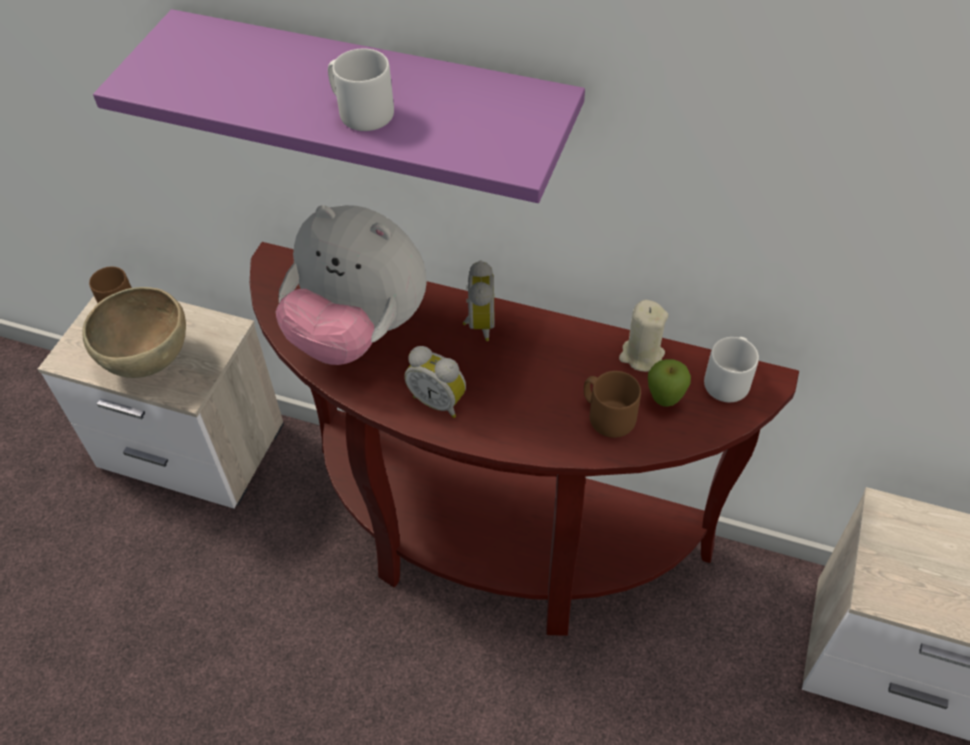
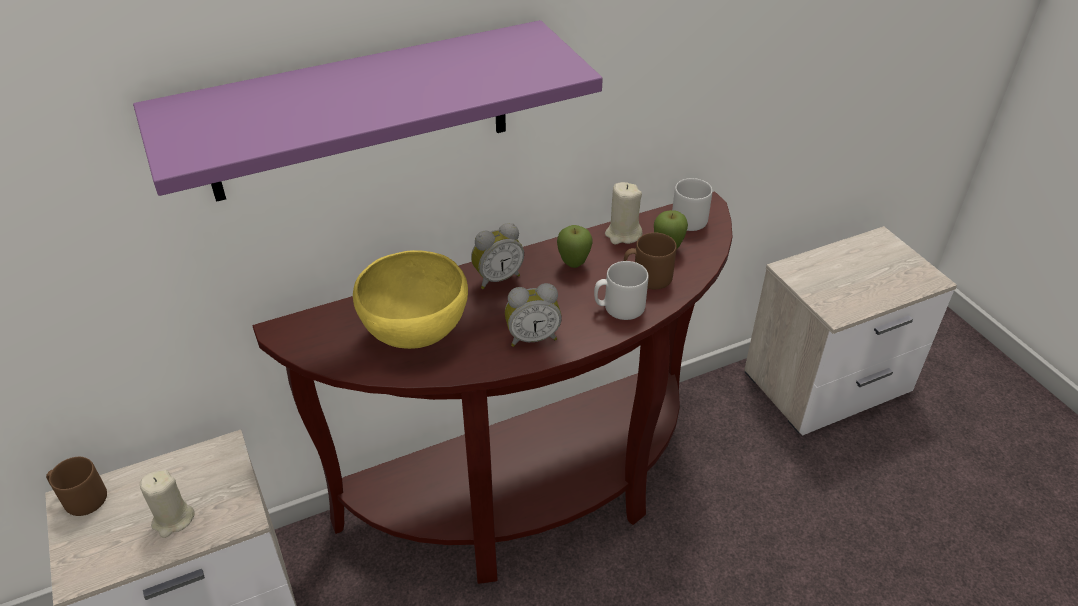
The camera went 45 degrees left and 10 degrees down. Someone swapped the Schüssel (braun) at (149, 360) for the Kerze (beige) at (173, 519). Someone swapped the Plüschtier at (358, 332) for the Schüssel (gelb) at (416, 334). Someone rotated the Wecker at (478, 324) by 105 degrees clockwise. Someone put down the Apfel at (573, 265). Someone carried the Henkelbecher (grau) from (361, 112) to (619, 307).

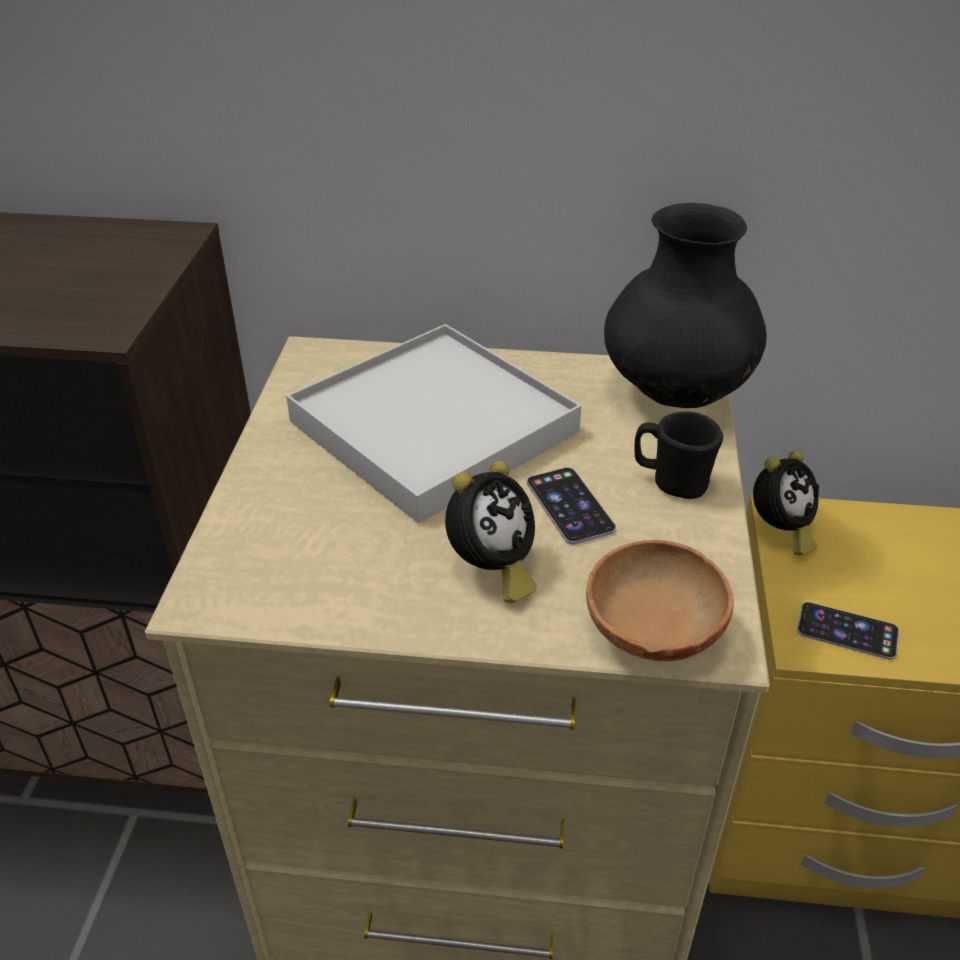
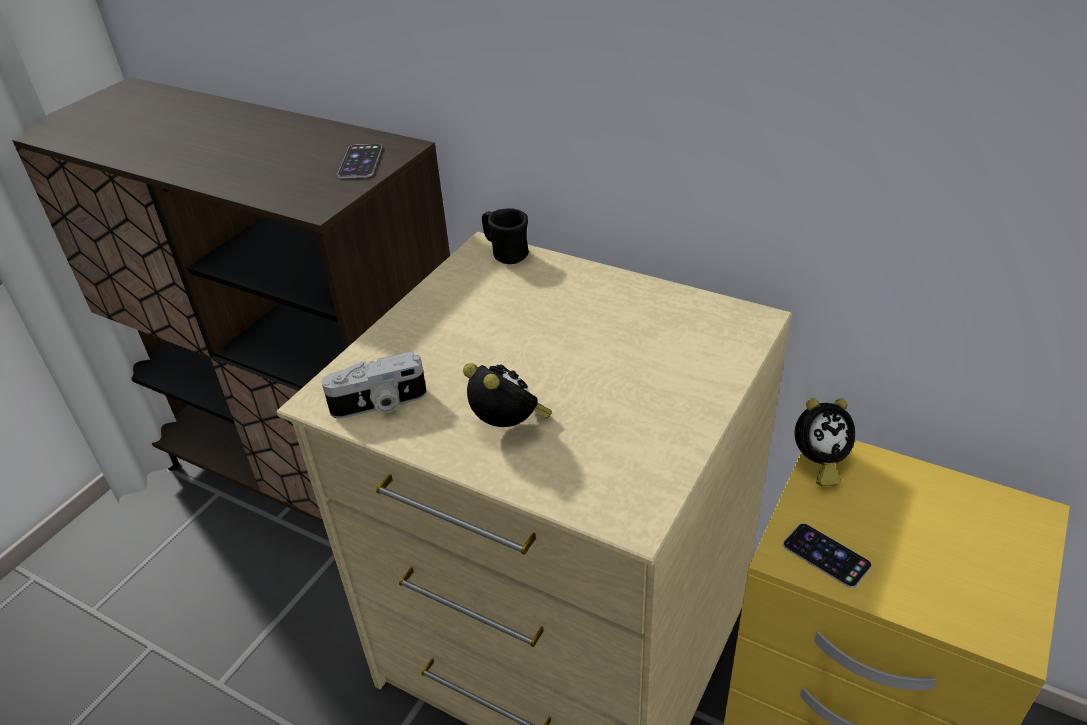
The camera went 25 degrees right and 0 degrees up. Someone put down the Kamera at (379, 405). Someone carried the Handy from (570, 506) to (360, 161). Someone rotated the Wecker at (491, 570) by 105 degrees counterclockwise. Someone carried the Henkelbecher (schwarz) from (671, 482) to (506, 254). Someone took away the Tablett (weiß) at (432, 426). Someone took away the Schüssel (braun) at (650, 634). Someone took away the Vase (schwarz) at (675, 394).

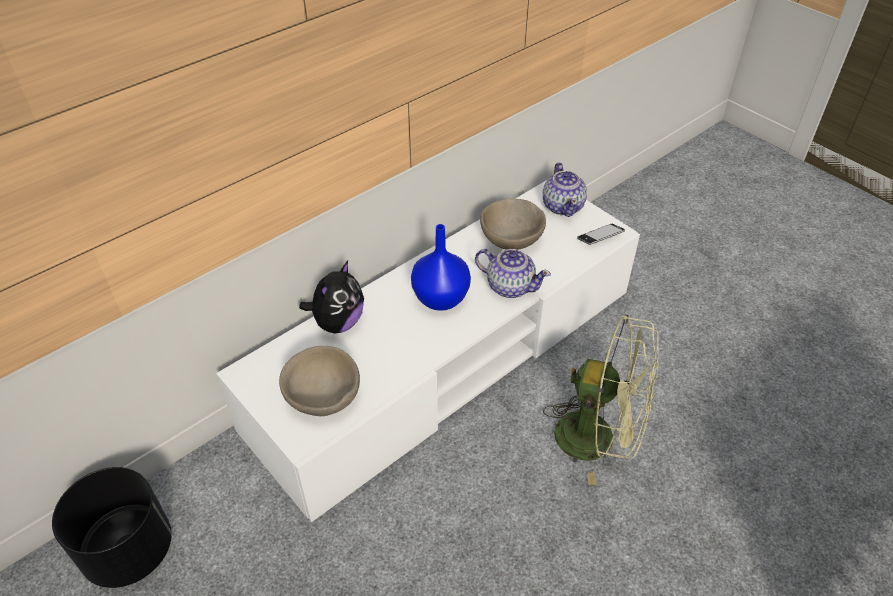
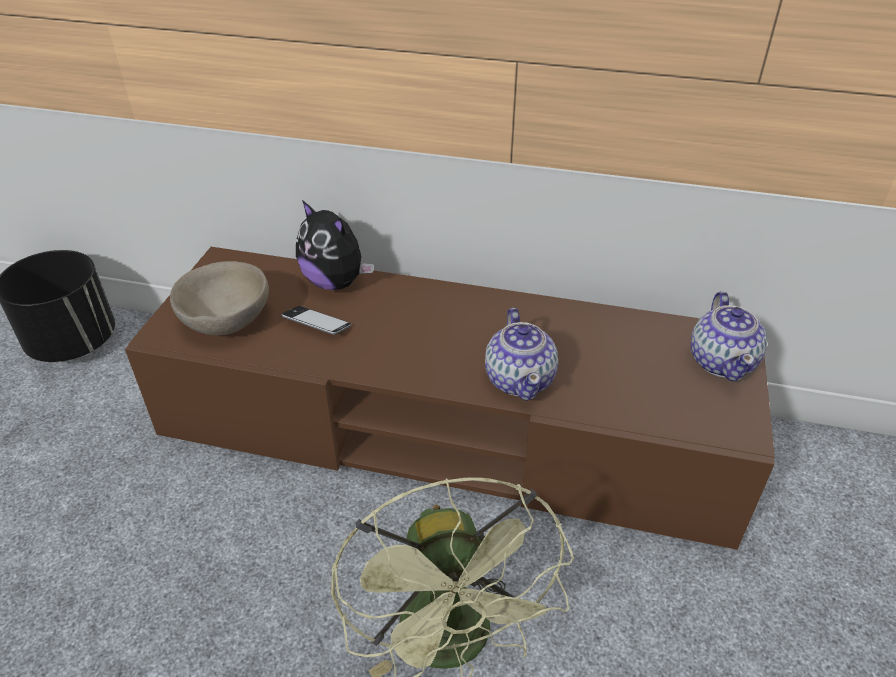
The camera went 55 degrees right and 5 degrees down. Someone repainted the Fernsehschrank (weiß) at (446, 360), which became the Fernsehschrank (braun) at (448, 429). Someone carried the Handy from (600, 237) to (317, 325). Someone rotated the Plüschtier at (338, 322) by 45 degrees clockwise. Someone rotated the Teekanne at (563, 206) by 45 degrees counterclockwise. Someone took away the Vase (blau) at (441, 298). Someone took away the Schüssel (beige) at (511, 240).

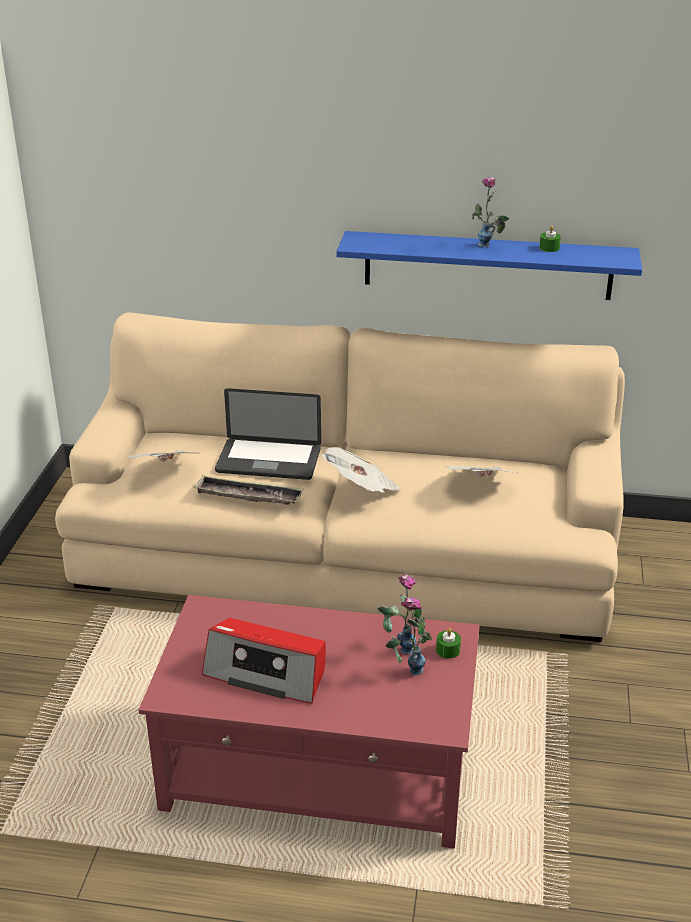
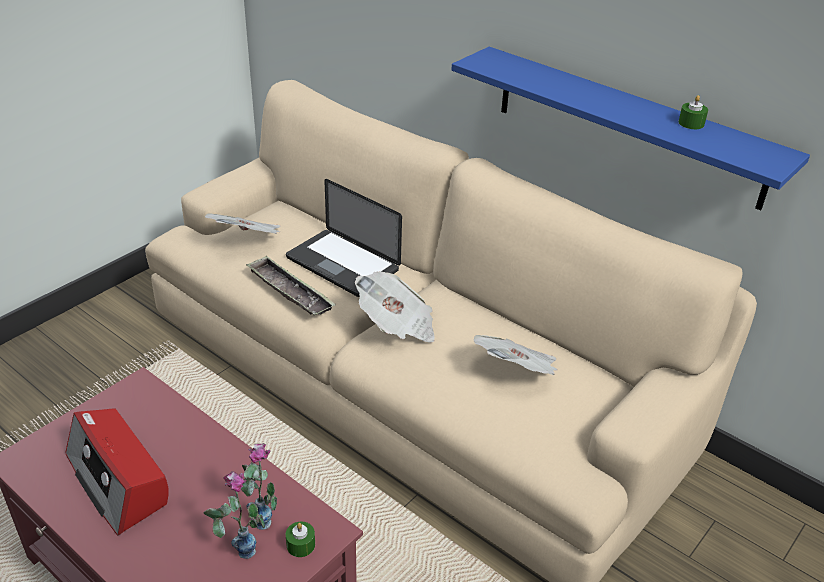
The camera went 30 degrees right and 5 degrees up. Someone took away the Vase at (488, 248).

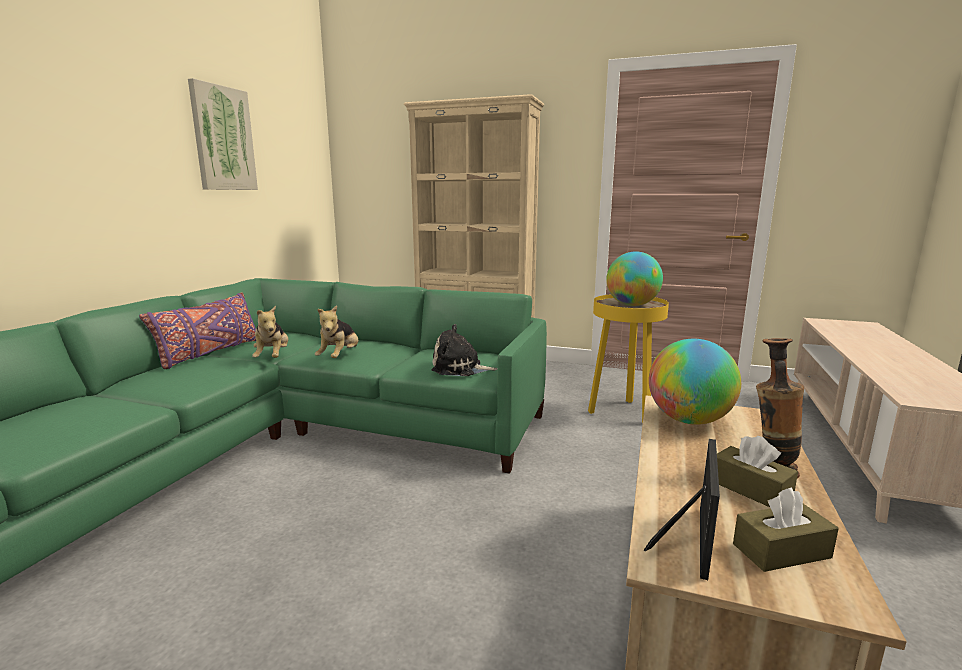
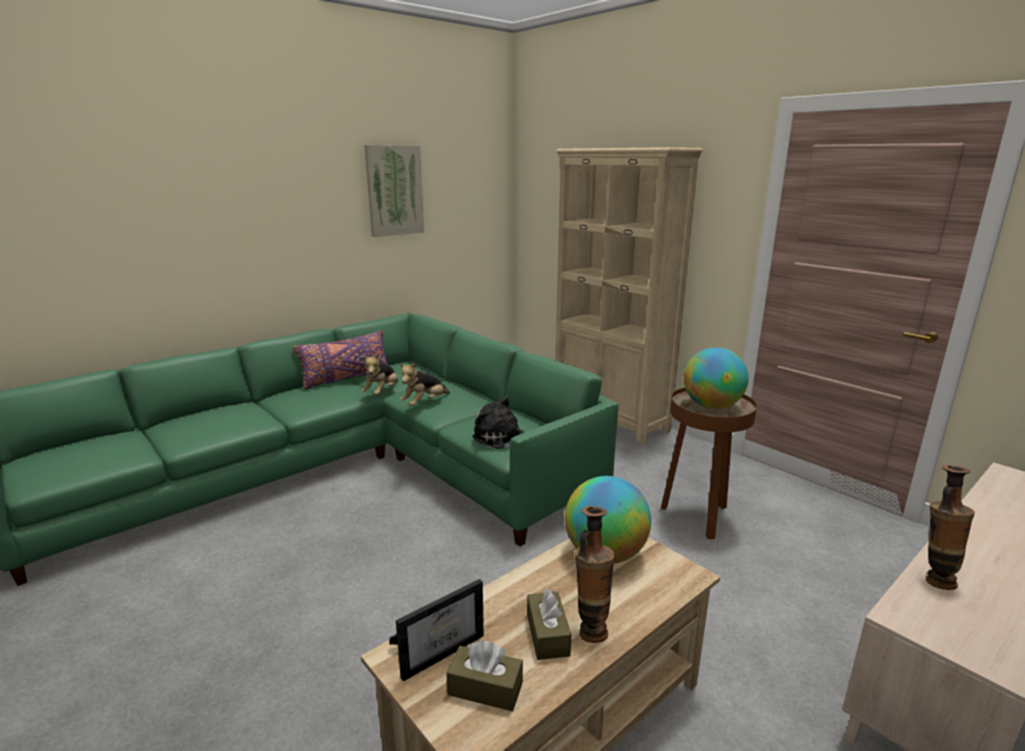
The camera went 30 degrees right and 5 degrees up. Someone repainted the Beistelltisch (gelb) at (622, 413), which became the Beistelltisch (braun) at (698, 518). Someone put down the Vase at (934, 578).

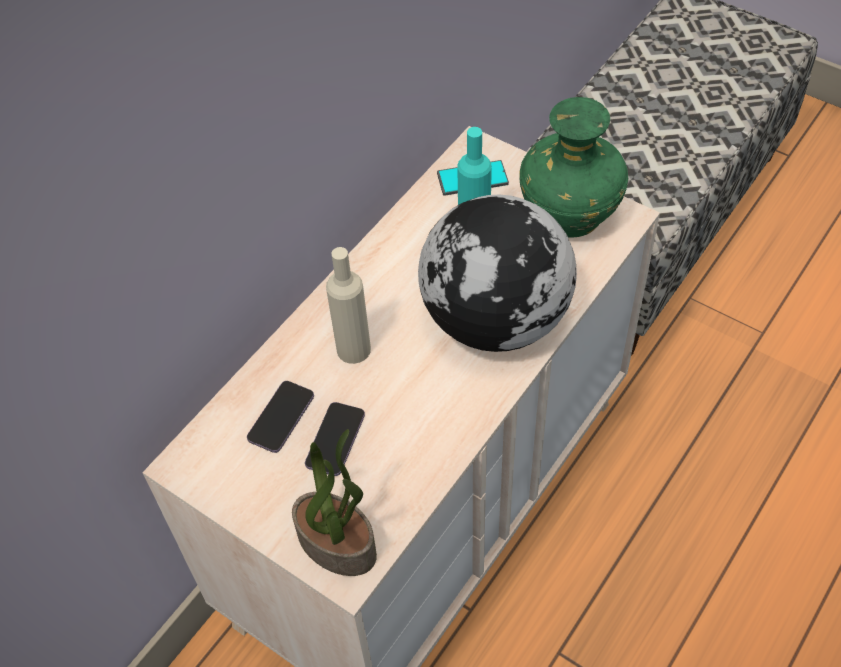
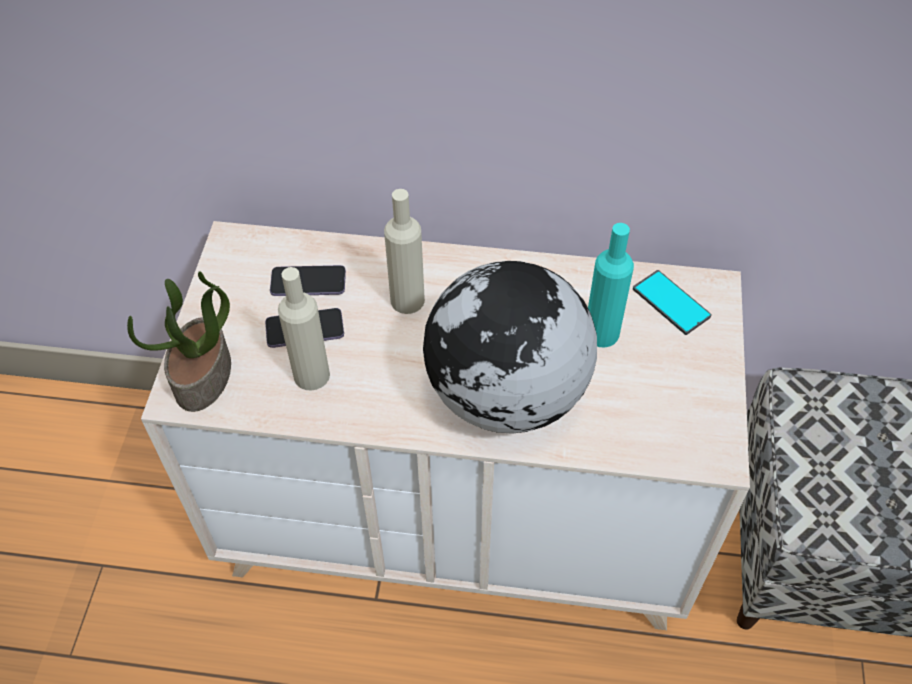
The camera went 60 degrees right and 0 degrees up. Someone put down the Flasche (beige) at (311, 375). Someone took away the Vase (grün) at (568, 216).

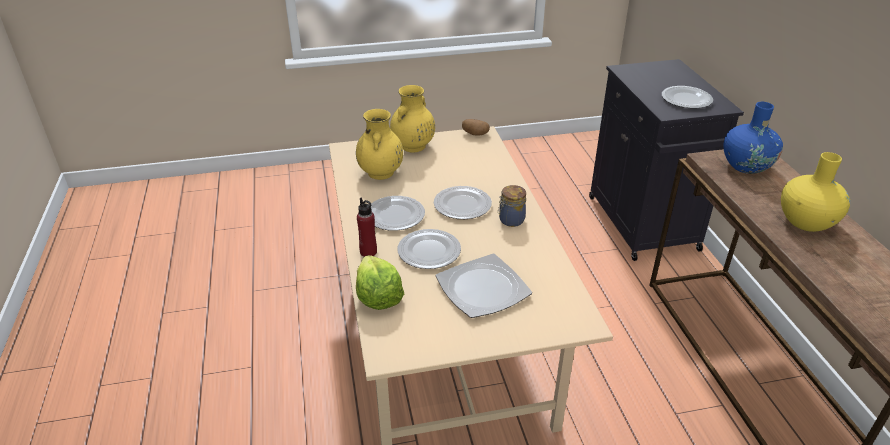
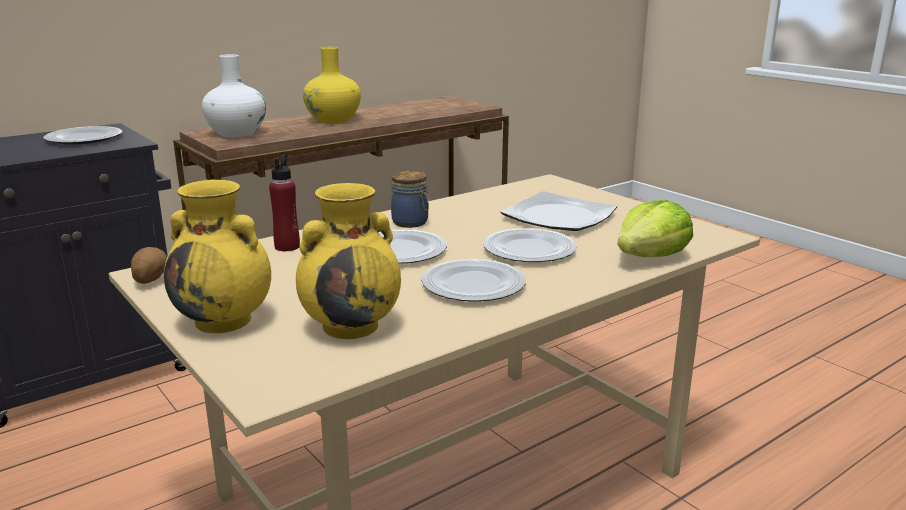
The camera went 115 degrees left and 15 degrees down. Someone repainted the Vase (blau) at (746, 166), which became the Vase (weiß) at (236, 133). Someone carried the Flasche (rot) from (368, 252) to (287, 247).

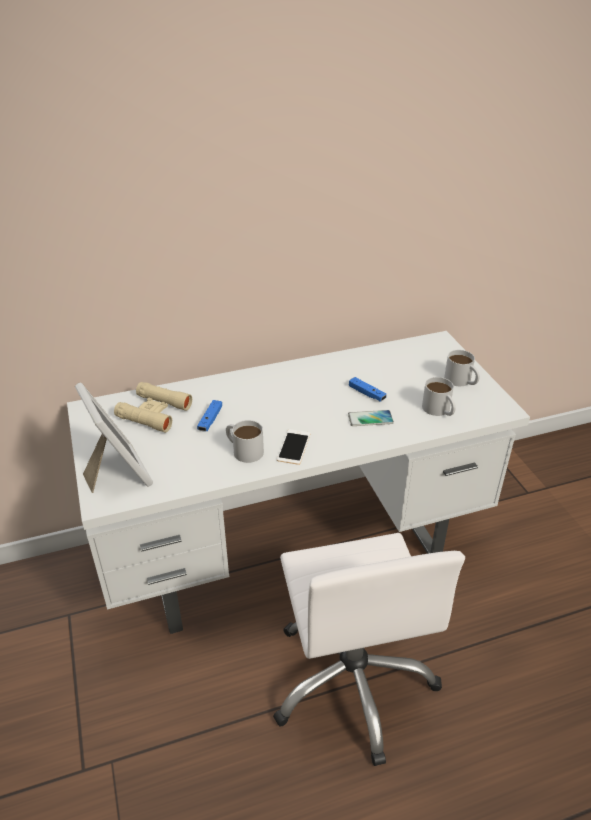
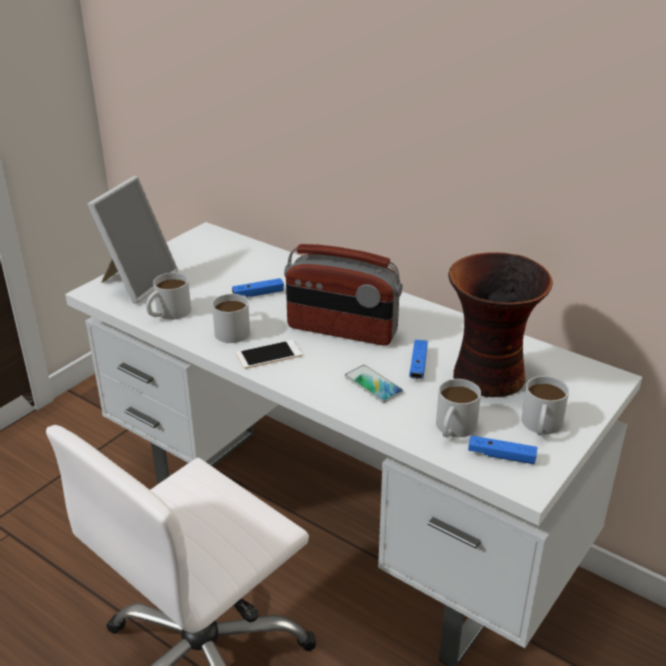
The camera went 55 degrees right and 5 degrees down. Someone put down the Henkelbecher (weiß) at (168, 313). Someone put down the Radio at (341, 330). Someone put down the Vase at (488, 378). Someone put down the Gamepad (blau) at (501, 456). Someone took away the Fernglas (beige) at (154, 412).

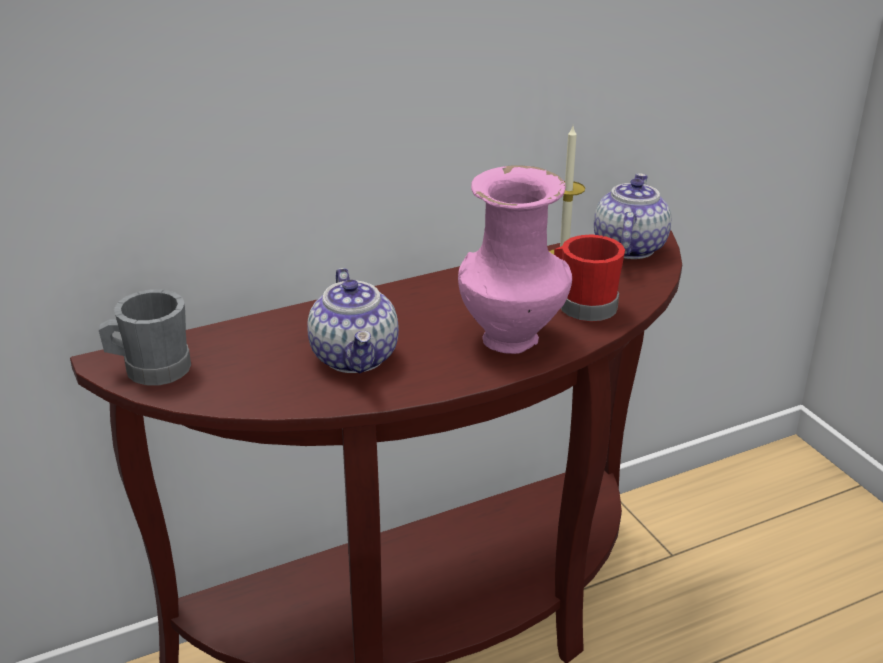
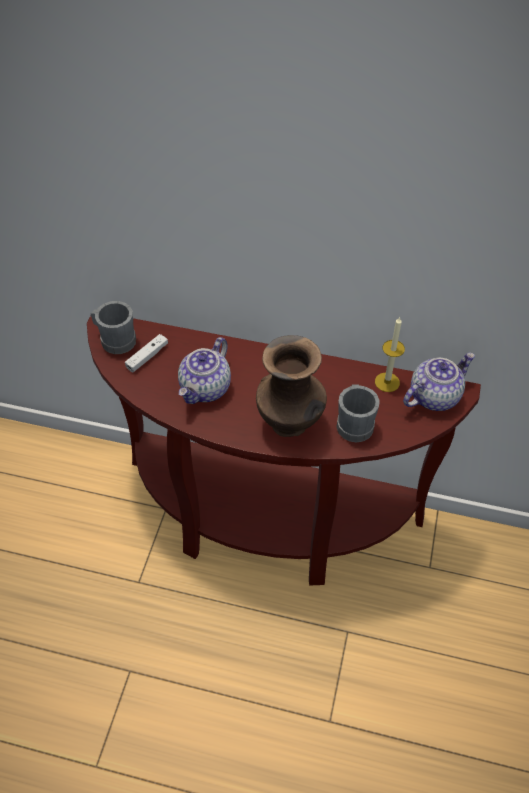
The camera went 40 degrees right and 20 degrees up. Someone put down the Gamepad (weiß) at (147, 357). Someone repainted the Vase (rosa) at (513, 339), which became the Vase (braun) at (290, 425). Someone repainted the Henkelbecher (rot) at (582, 304), which became the Henkelbecher (grau) at (354, 423).

